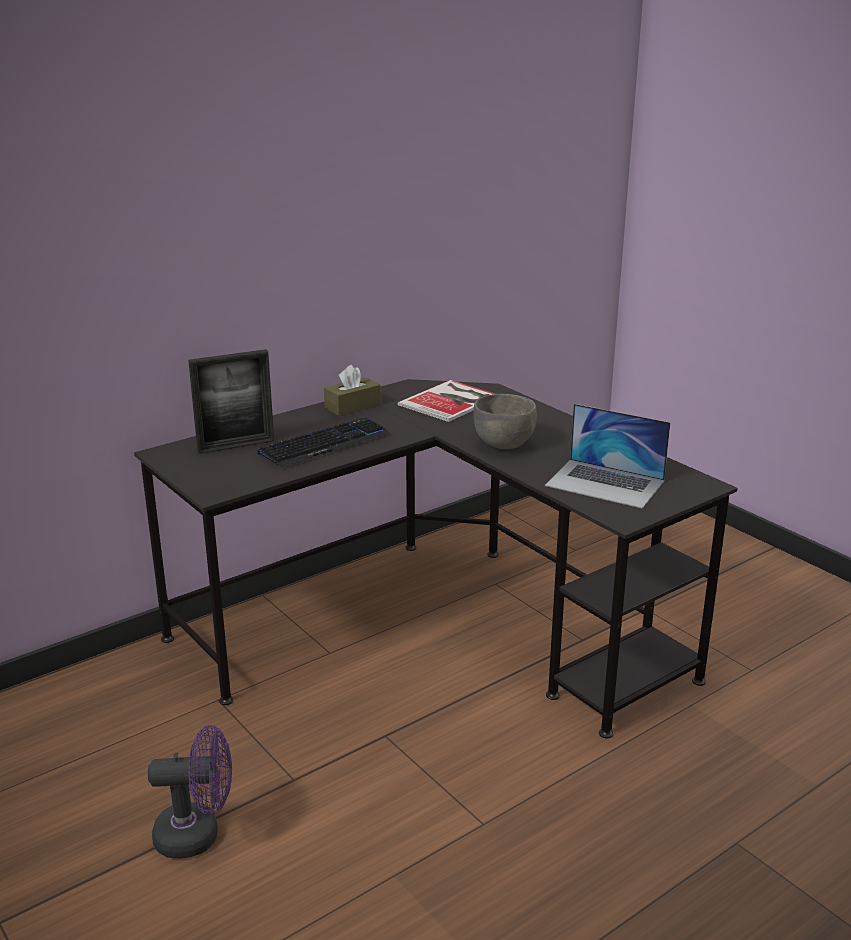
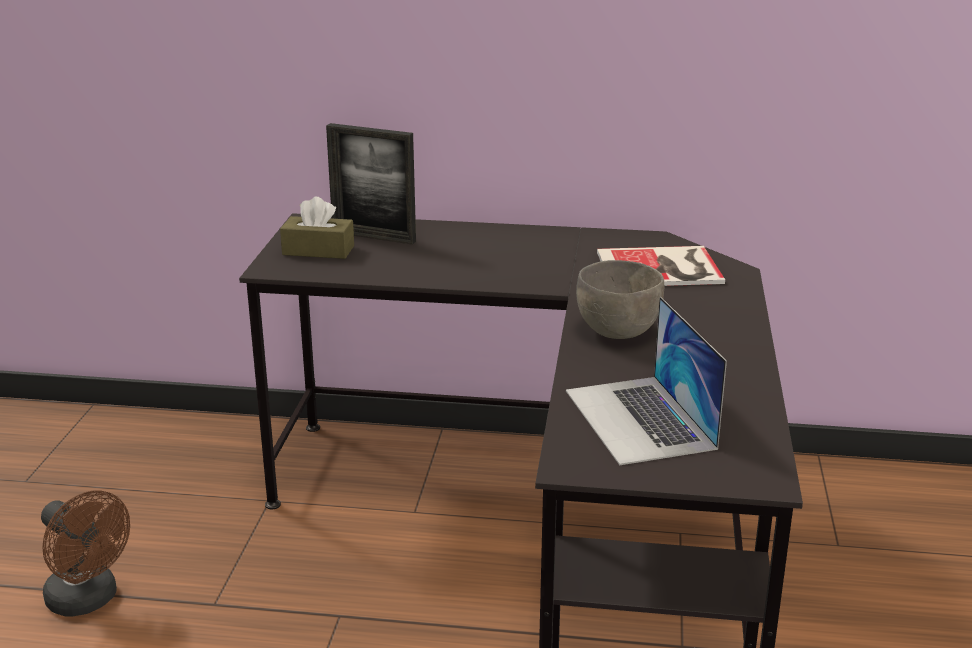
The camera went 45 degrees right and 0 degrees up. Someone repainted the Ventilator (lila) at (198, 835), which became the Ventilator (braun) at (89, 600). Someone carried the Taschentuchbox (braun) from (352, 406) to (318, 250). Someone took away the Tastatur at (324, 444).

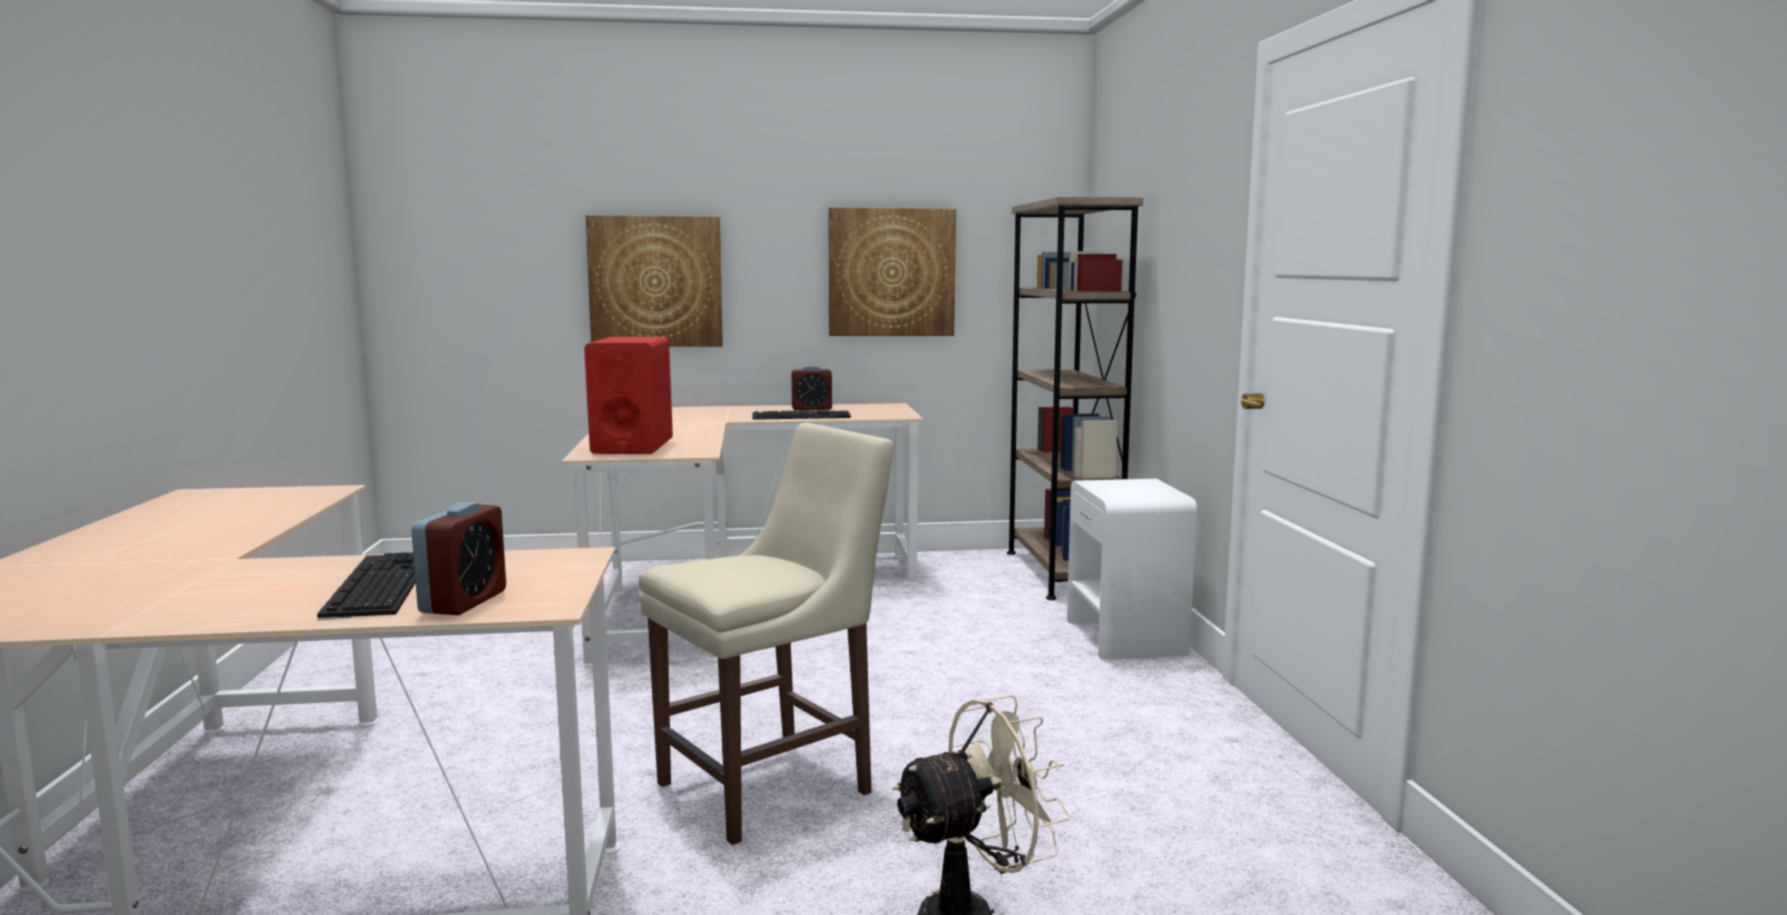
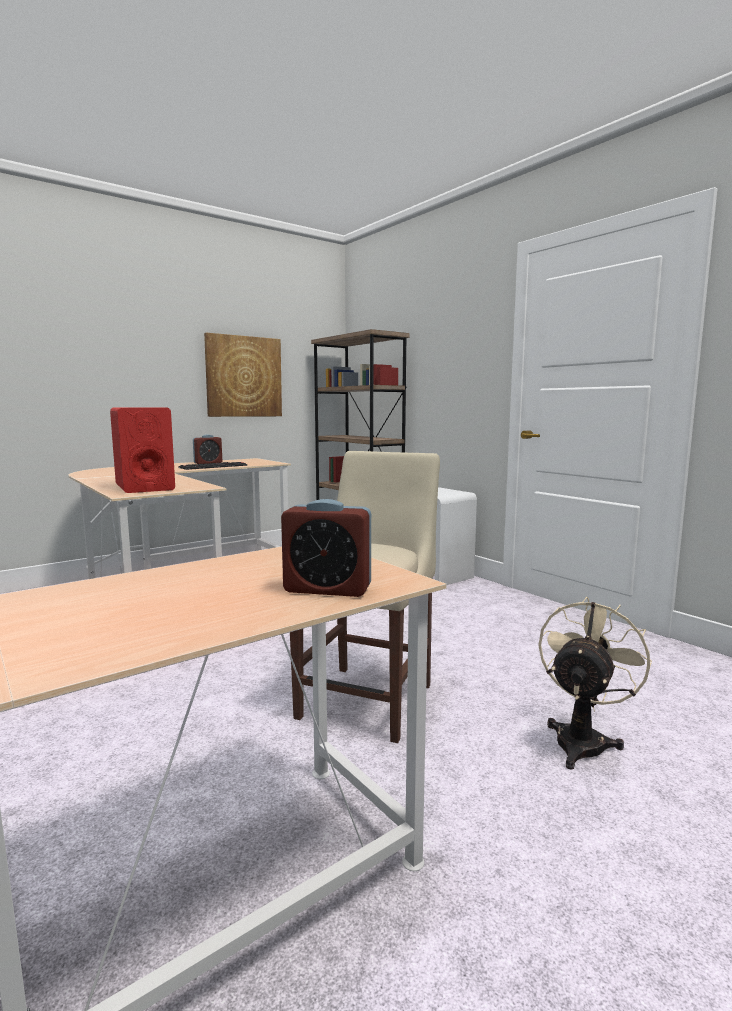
The camera went 30 degrees left and 0 degrees up. Someone rotated the Wecker at (464, 602) by 120 degrees clockwise. Someone took away the Tastatur at (377, 585). Someone took away the Bild at (655, 281).

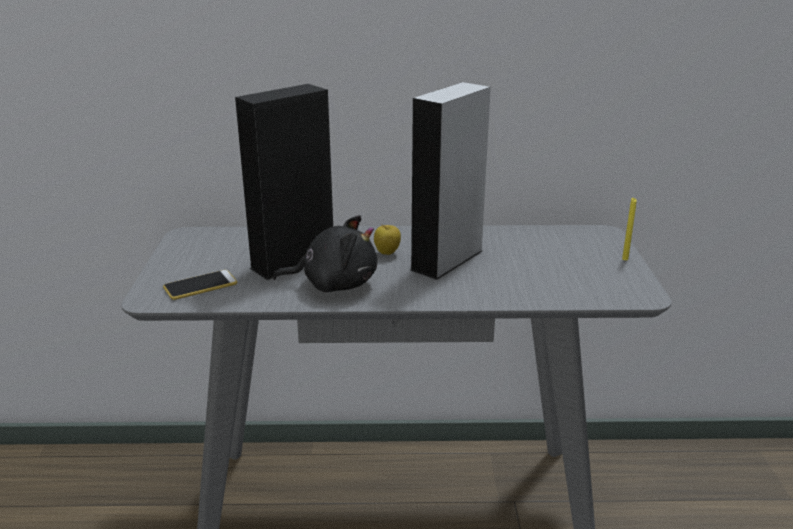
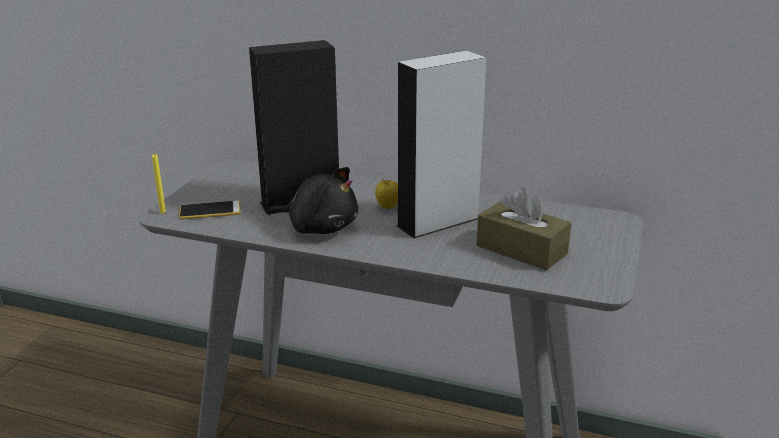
The camera went 20 degrees right and 0 degrees up. Someone carried the Kerze (gelb) from (625, 259) to (162, 212). Someone put down the Taschentuchbox (braun) at (521, 250).

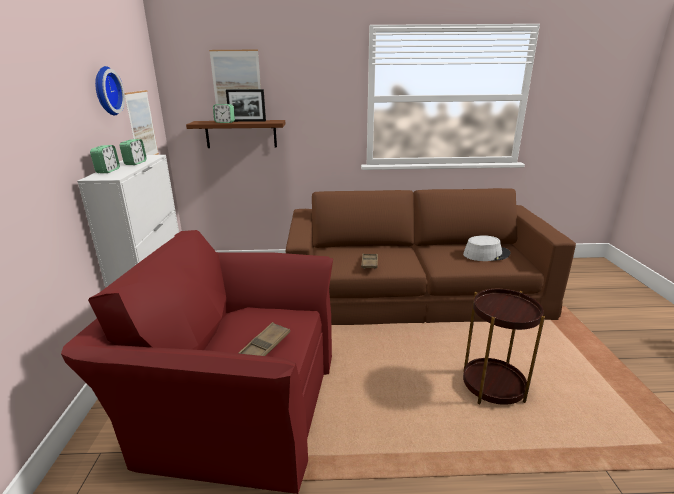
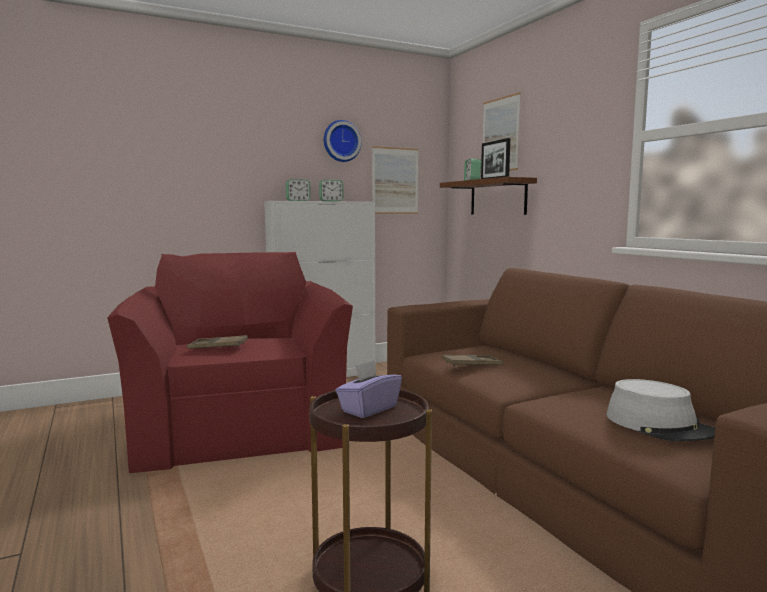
The camera went 65 degrees right and 15 degrees down. Someone put down the Taschentuchbox (lila) at (368, 409).

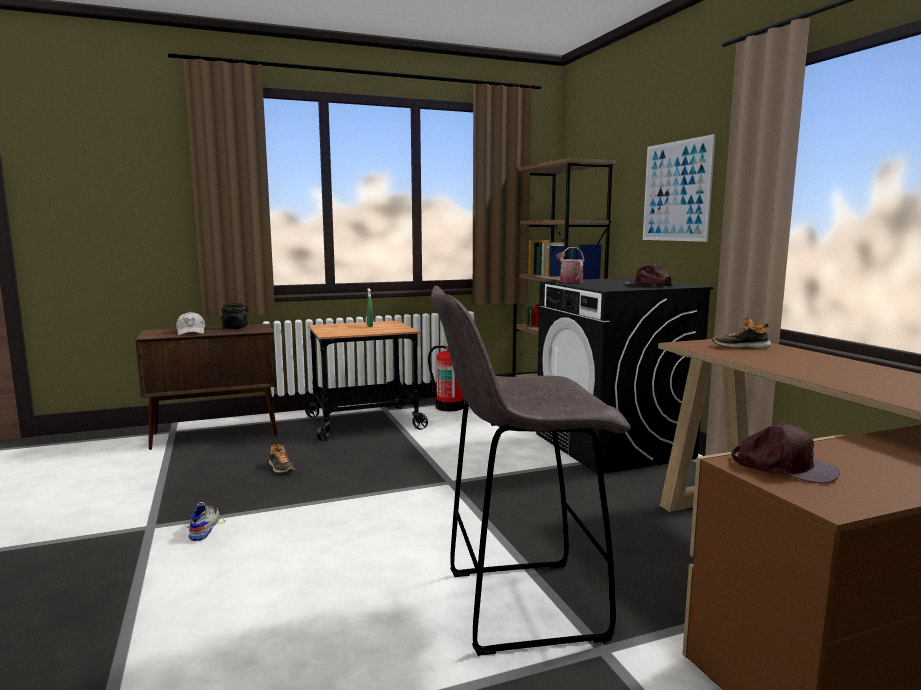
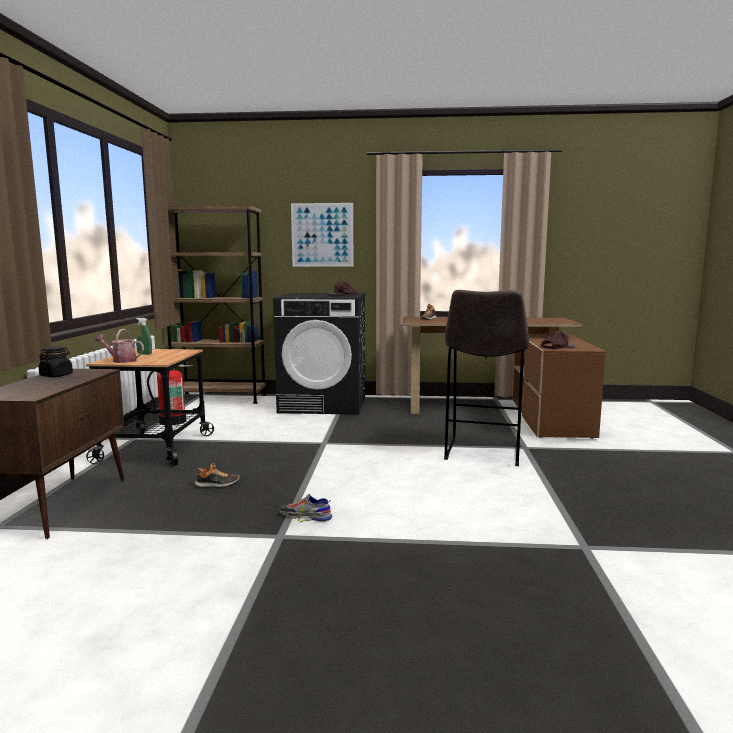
The camera went 65 degrees left and 0 degrees up. Someone carried the Gießkanne from (569, 281) to (121, 360). Someone took away the Kappe (weiß) at (191, 332).

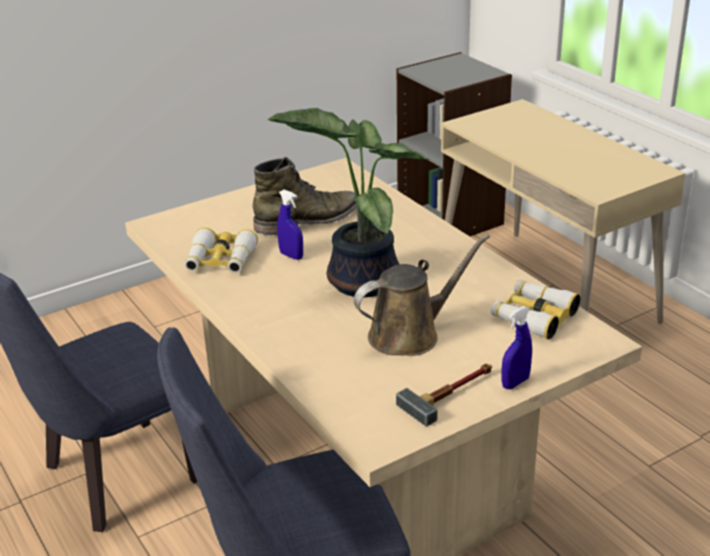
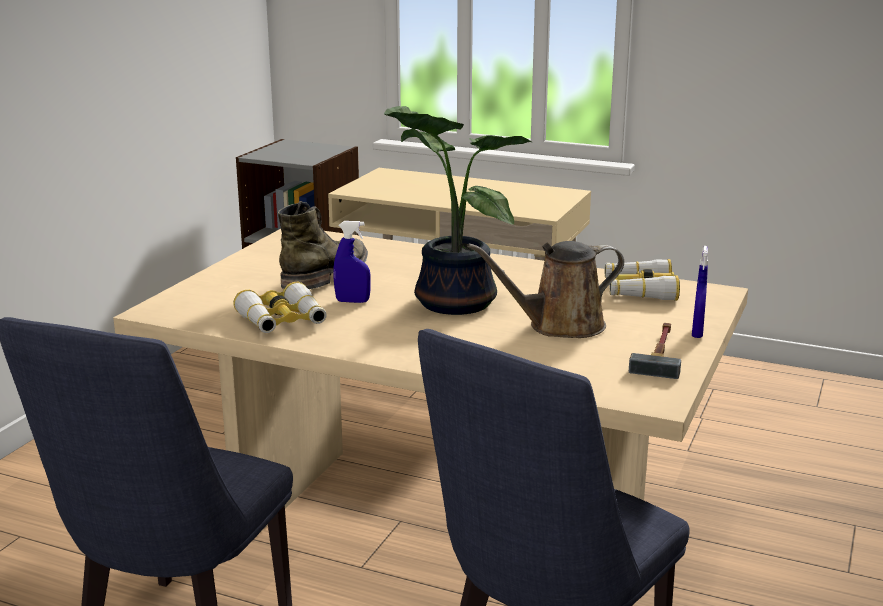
The camera went 35 degrees left and 10 degrees down. Someone rotated the Gießkanne (braun) at (410, 334) by 135 degrees counterclockwise.

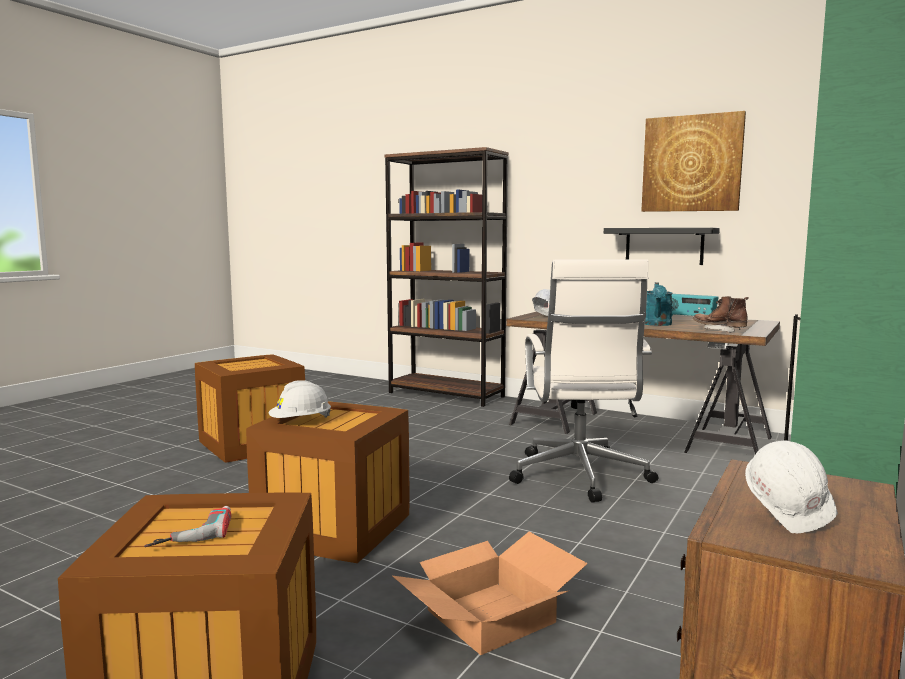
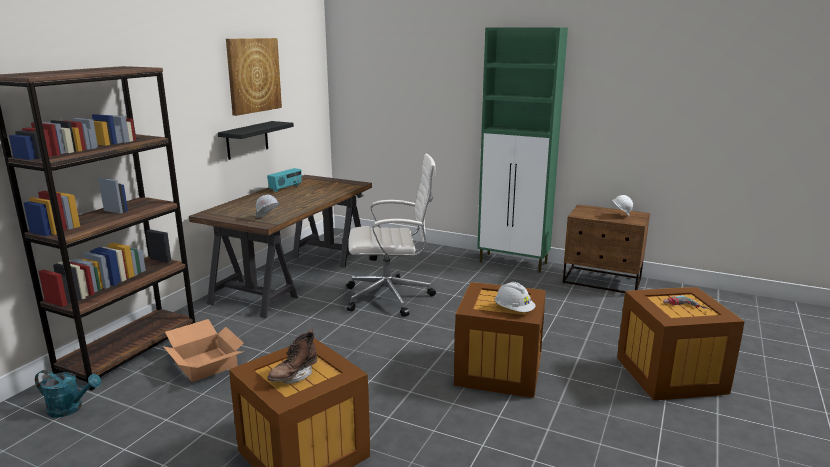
The camera went 95 degrees left and 10 degrees up. Someone carried the Gießkanne (türkis) from (657, 324) to (70, 409). Someone carried the Karton from (490, 618) to (207, 364). Someone carried the Stiefel (braun) from (719, 330) to (294, 376).

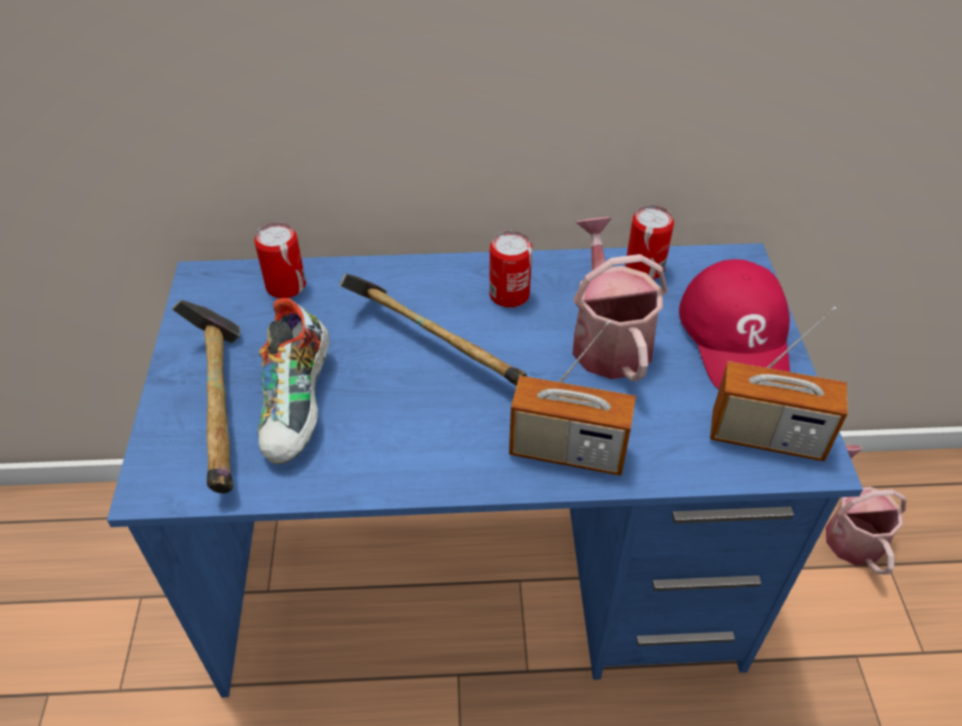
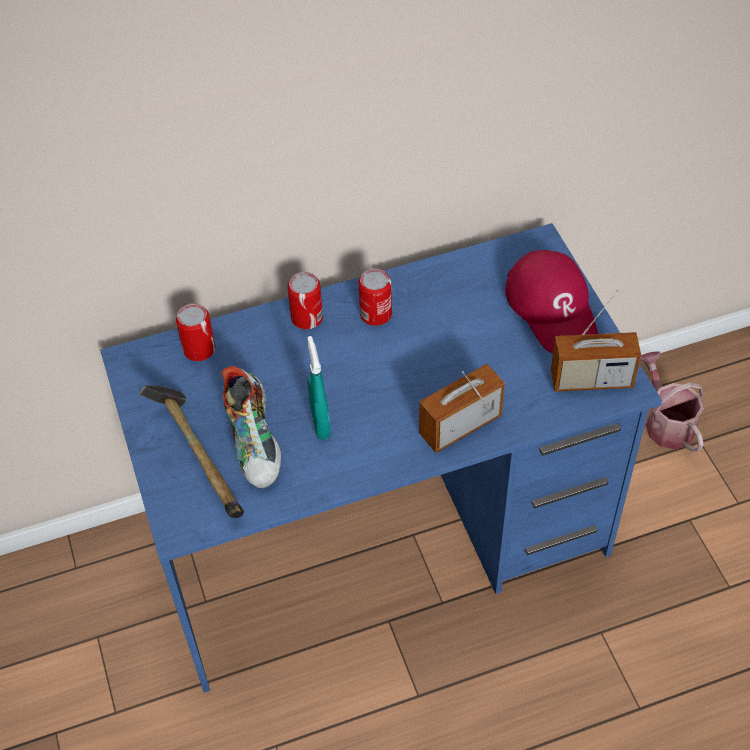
The camera went 15 degrees left and 5 degrees up. Someone carried the Dose from (644, 268) to (307, 318). Someone put down the Sprühflasche (türkis) at (320, 423). Someone rotated the Radio at (567, 451) by 150 degrees clockwise. Someone took away the Hammer at (432, 344). Someone took away the Gießkanne at (608, 338).

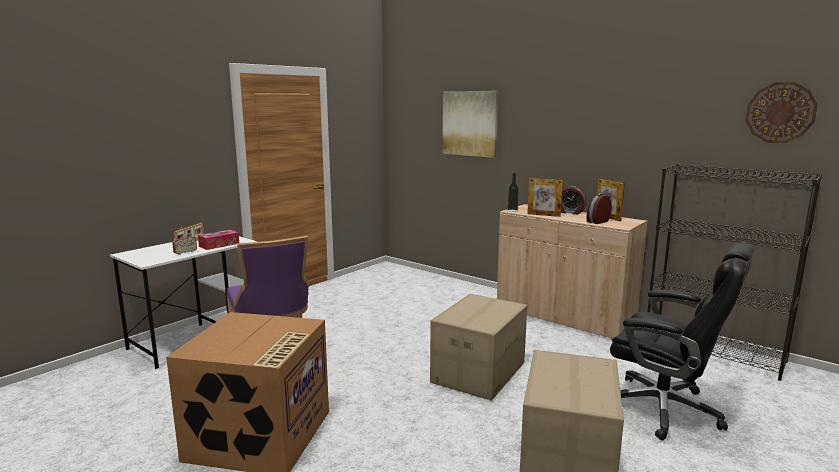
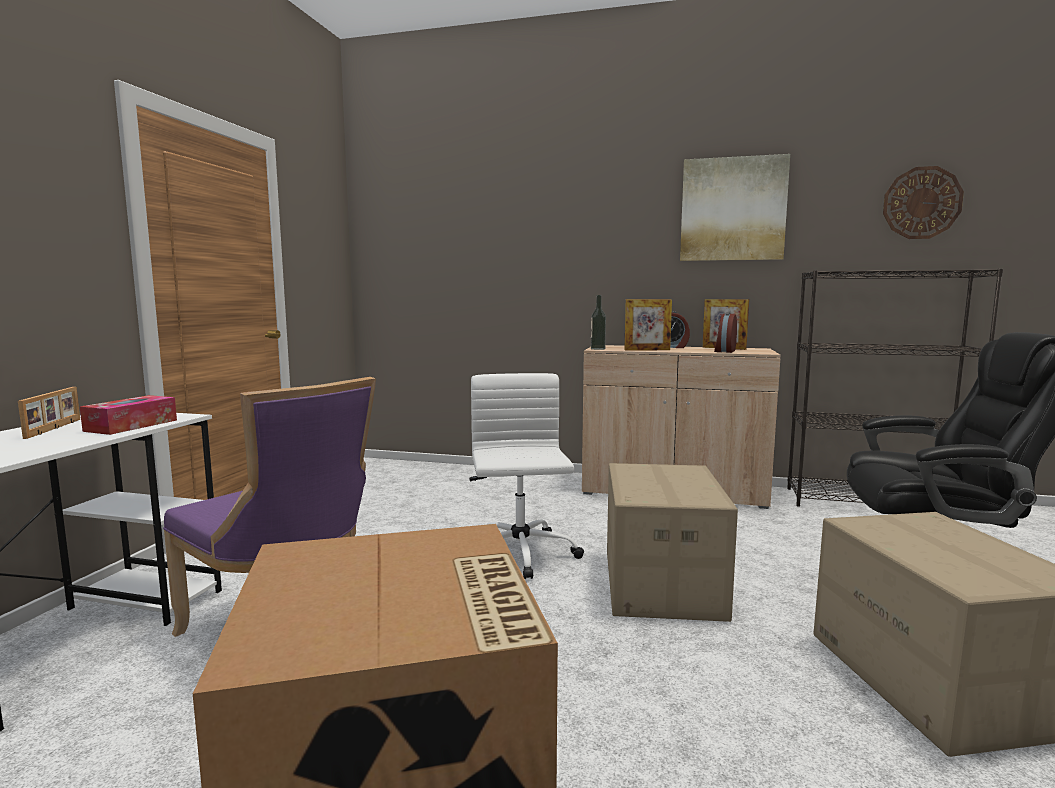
The camera went 25 degrees left and 5 degrees down. Someone put down the Bürostuhl (weiß) at (520, 555). Someone carried the Bild from (470, 123) to (732, 209). Someone took away the Radio at (185, 253).

